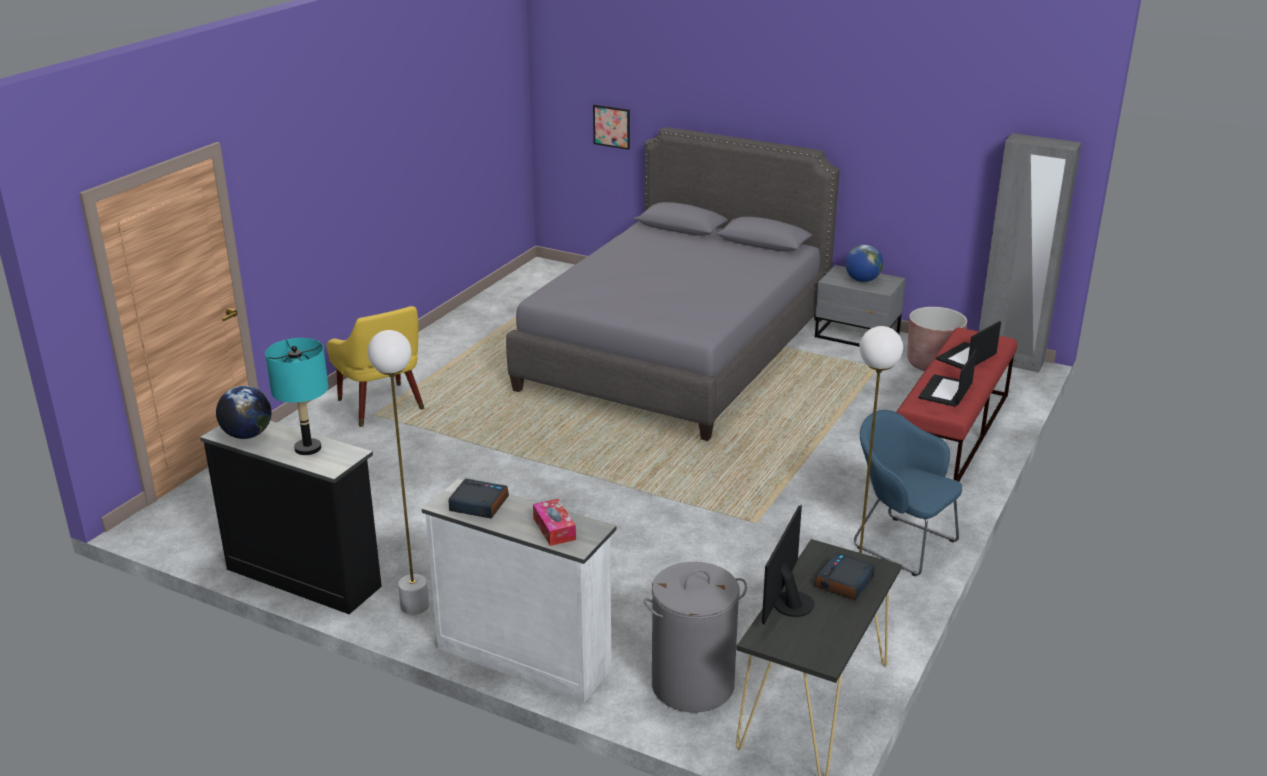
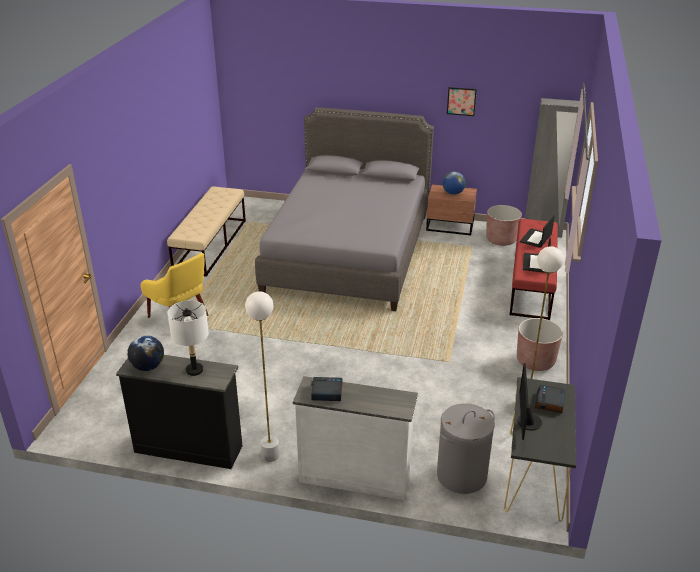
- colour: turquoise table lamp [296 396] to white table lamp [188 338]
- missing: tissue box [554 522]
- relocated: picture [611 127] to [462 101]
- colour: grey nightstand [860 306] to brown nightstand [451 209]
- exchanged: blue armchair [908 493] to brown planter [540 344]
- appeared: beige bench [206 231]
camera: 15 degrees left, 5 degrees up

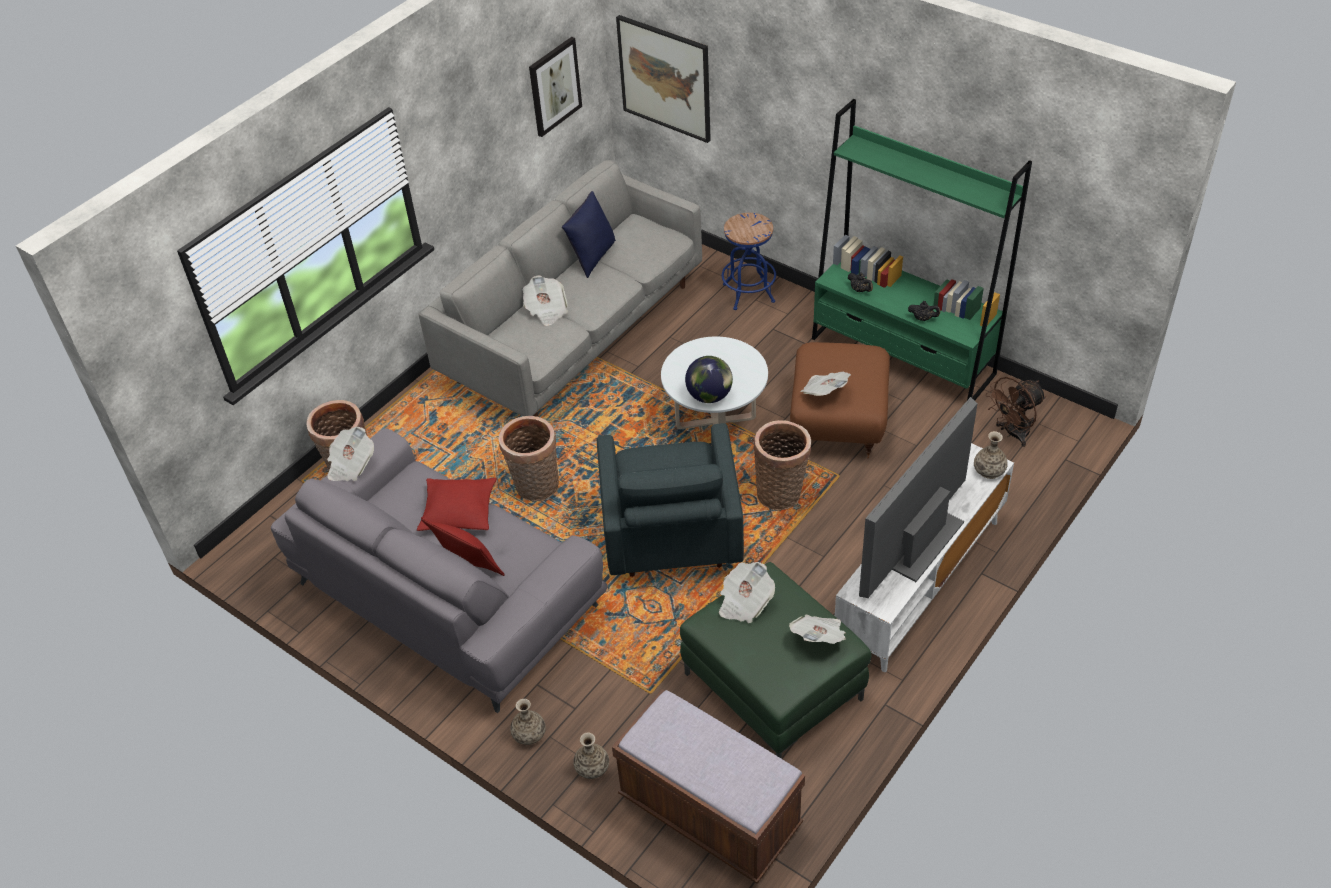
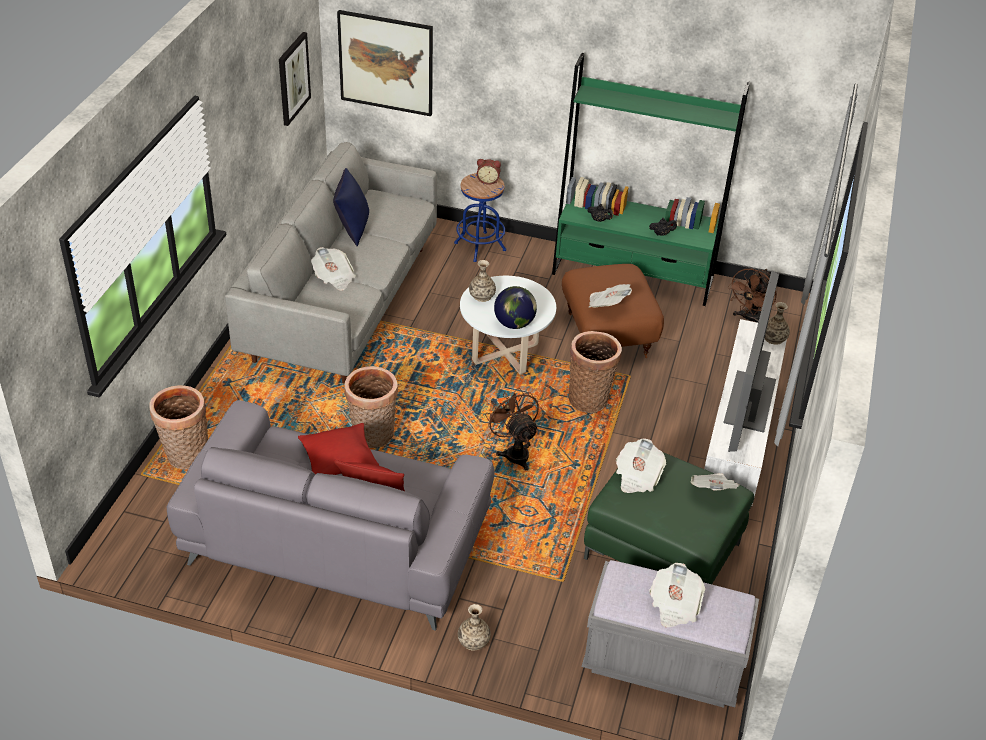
- relocated: newspaper [350 454] to [677 595]
- relocated: vase [591 756] to [482 281]
- exchanged: grey armchair [670 500] to brown fan [512 429]
- colour: brown bench [708 786] to grey bench [670 634]
- appeared: alarm clock [489 172]
camera: 25 degrees left, 5 degrees down

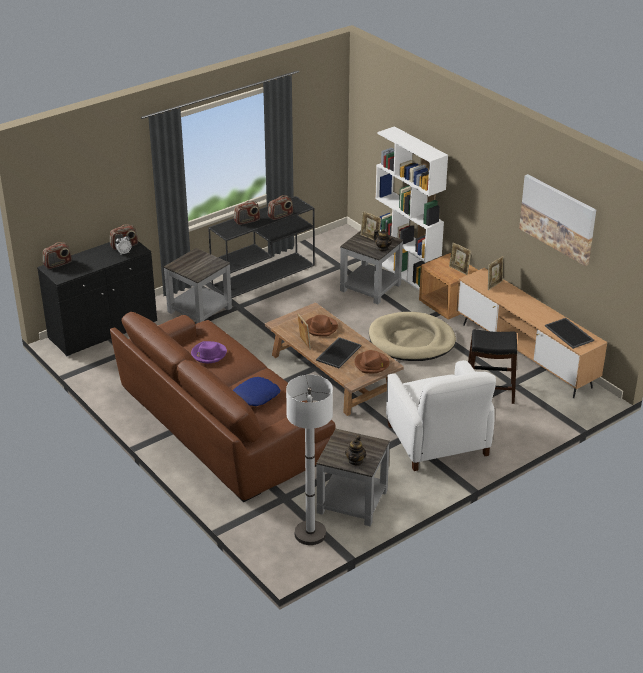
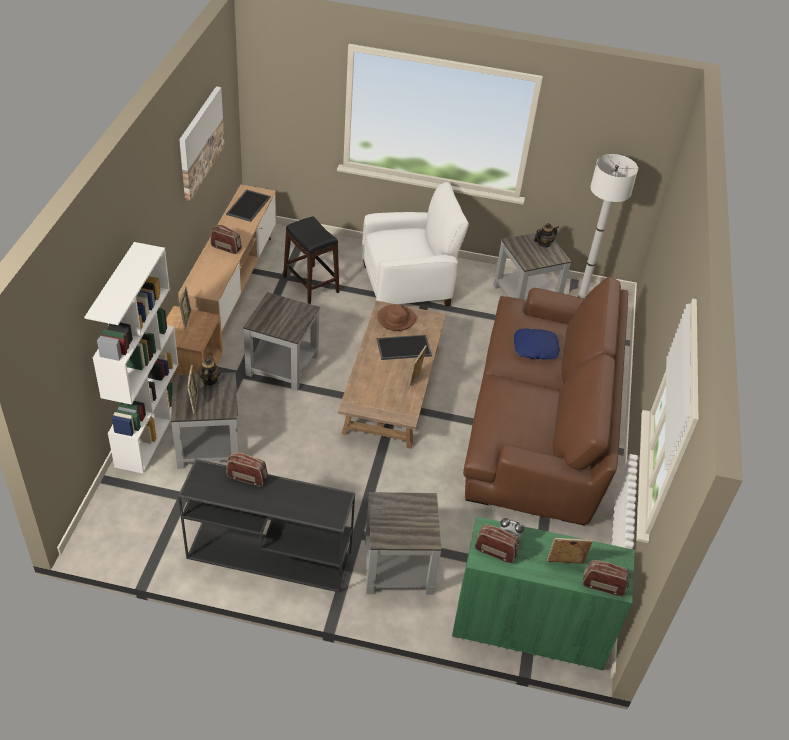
- colour: black cabinet [97 299] to green cabinet [543 593]
- missing: purple hat [209 352]
- relocated: radio [247 213] to [226 239]
- missing: brown hat [321 326]
- exchanged: beige dog bed [412 336] to grey side table [281 341]
- spun: white armchair [441 415] = [415 244] 45 degrees clockwise
- relocated: picture frame [495 273] to [570 551]
camera: 135 degrees left, 10 degrees up

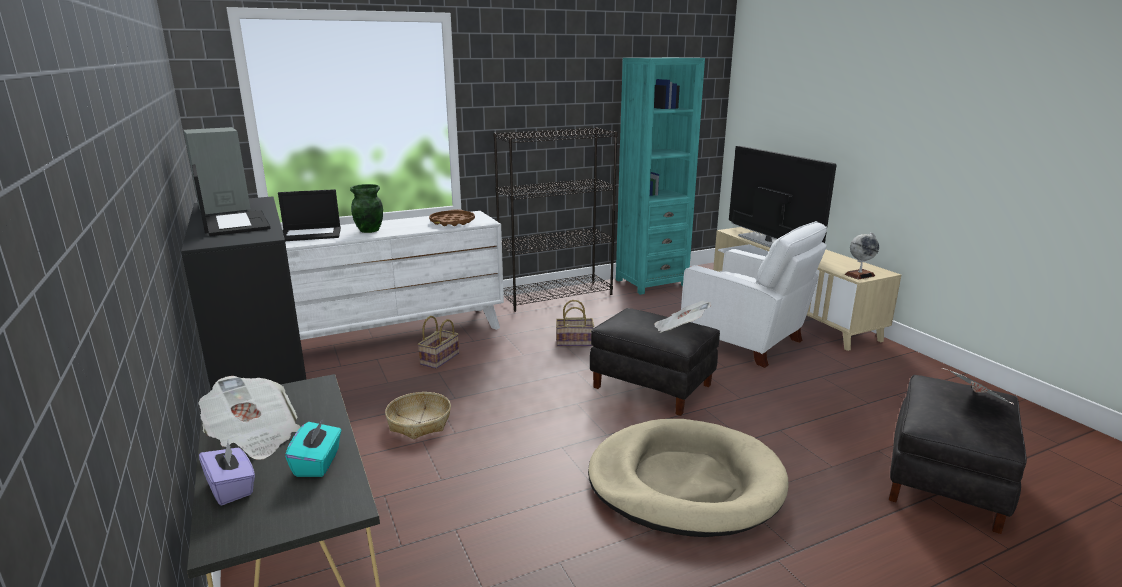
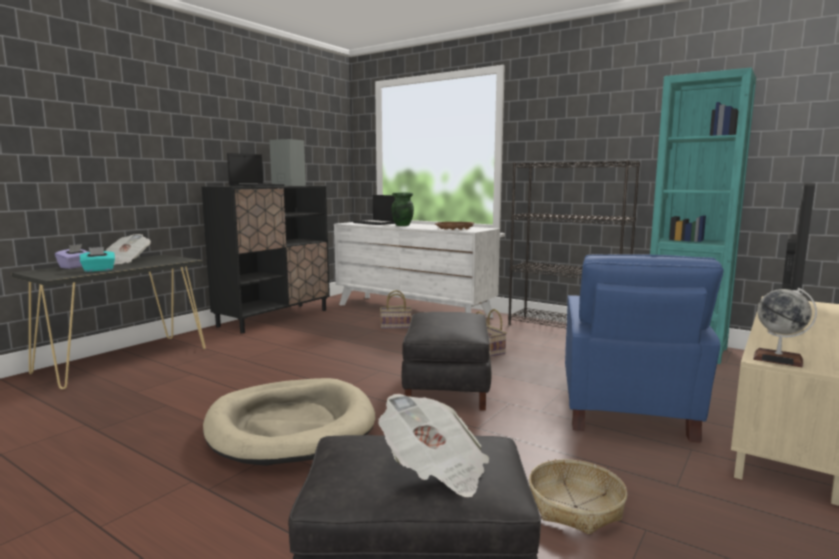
- relocated: basket [418 415] to [578 497]
- missing: newspaper [682 317]
- colour: white armchair [754 294] to blue armchair [644 348]
camera: 60 degrees right, 10 degrees down

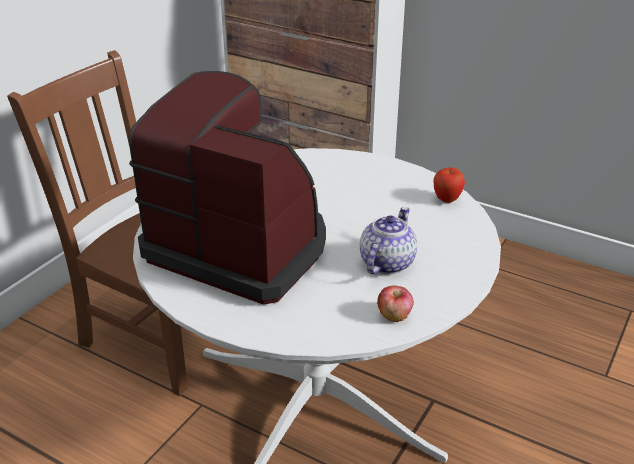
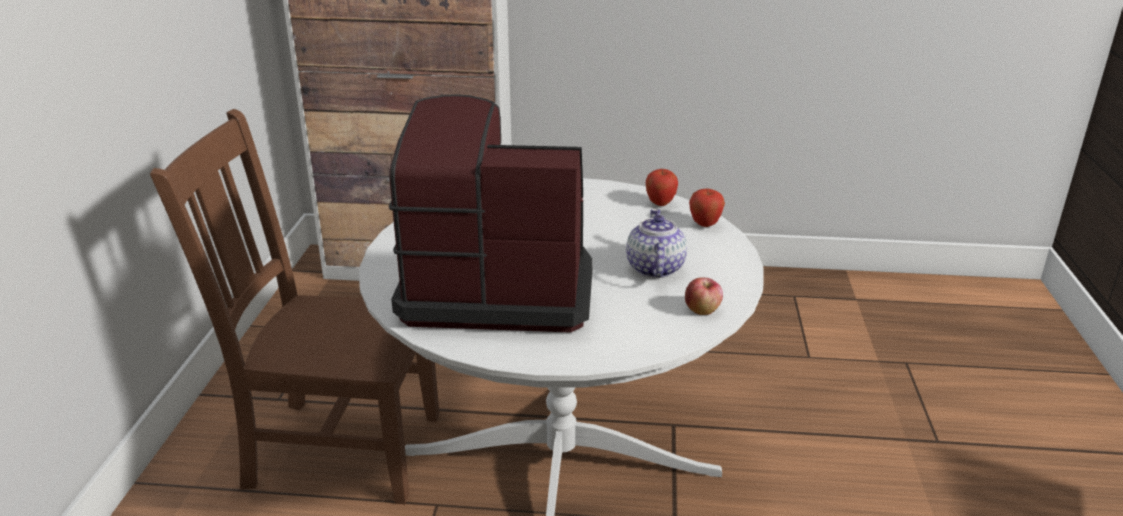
- appeared: apple [707 207]
camera: 25 degrees left, 5 degrees down

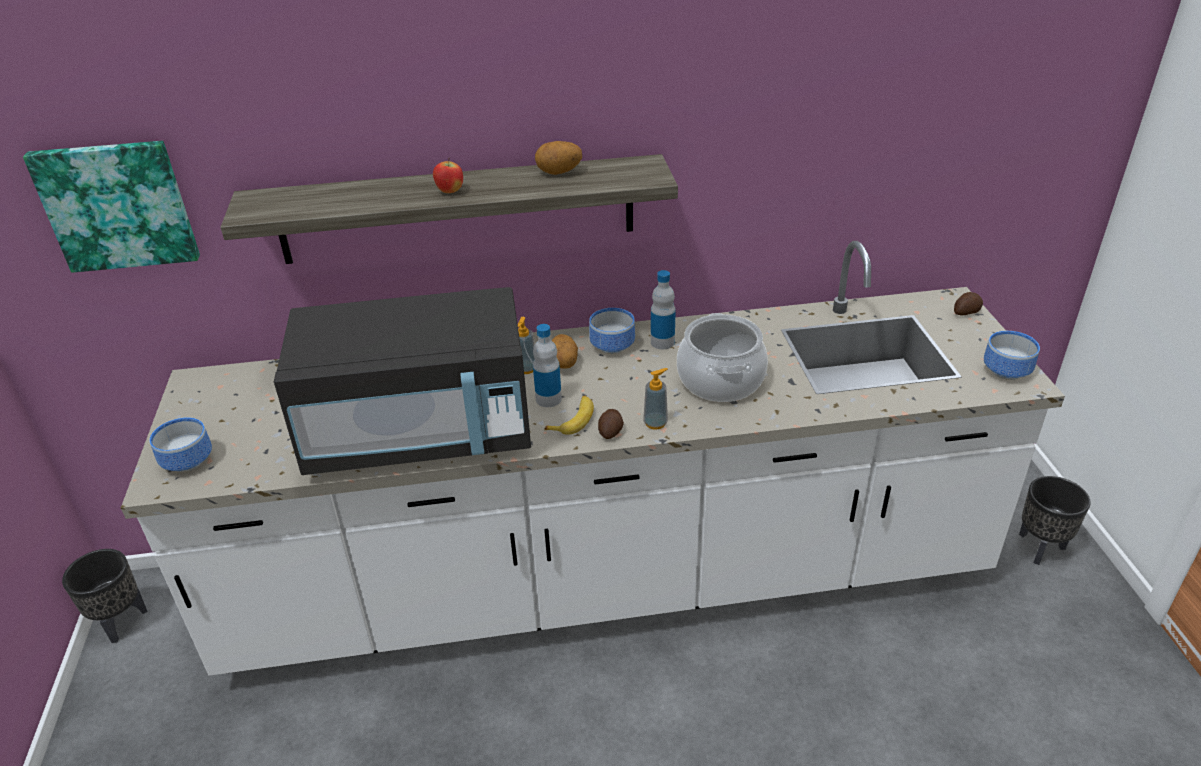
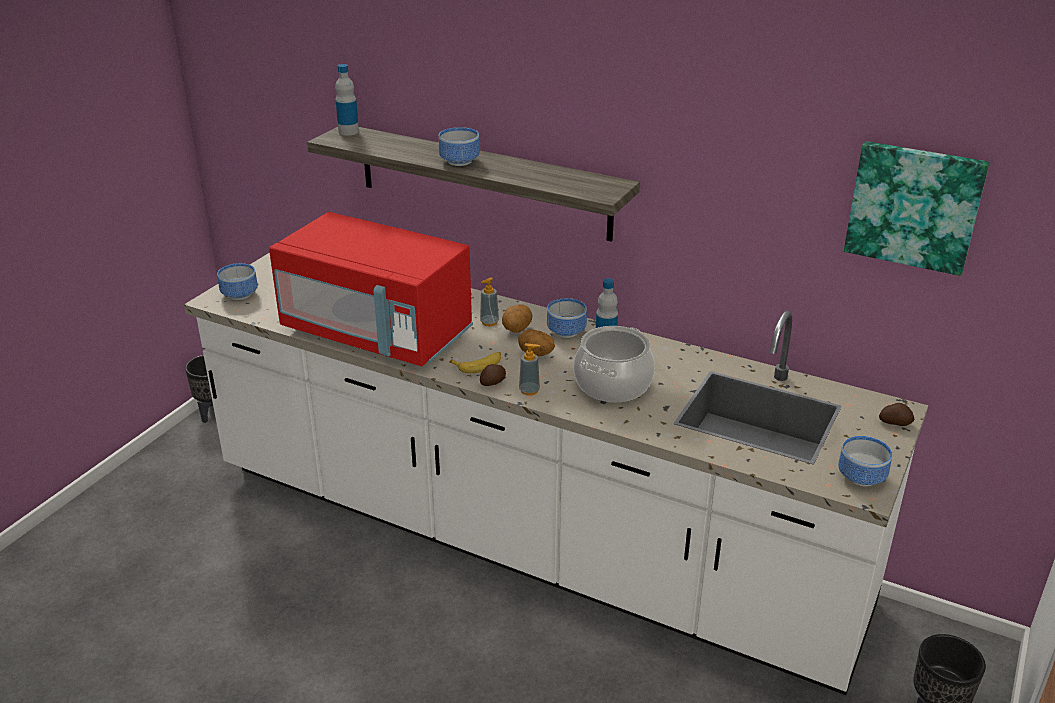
- relocated: picture [111 207] to [917 208]
- colour: black microwave [402 381] to red microwave [371 289]
- exchanged: apple [448 175] to bowl [459 146]
- relocated: bottle [547 365] to [347 99]
- relocated: potato [558 158] to [536 342]
camera: 35 degrees right, 5 degrees down

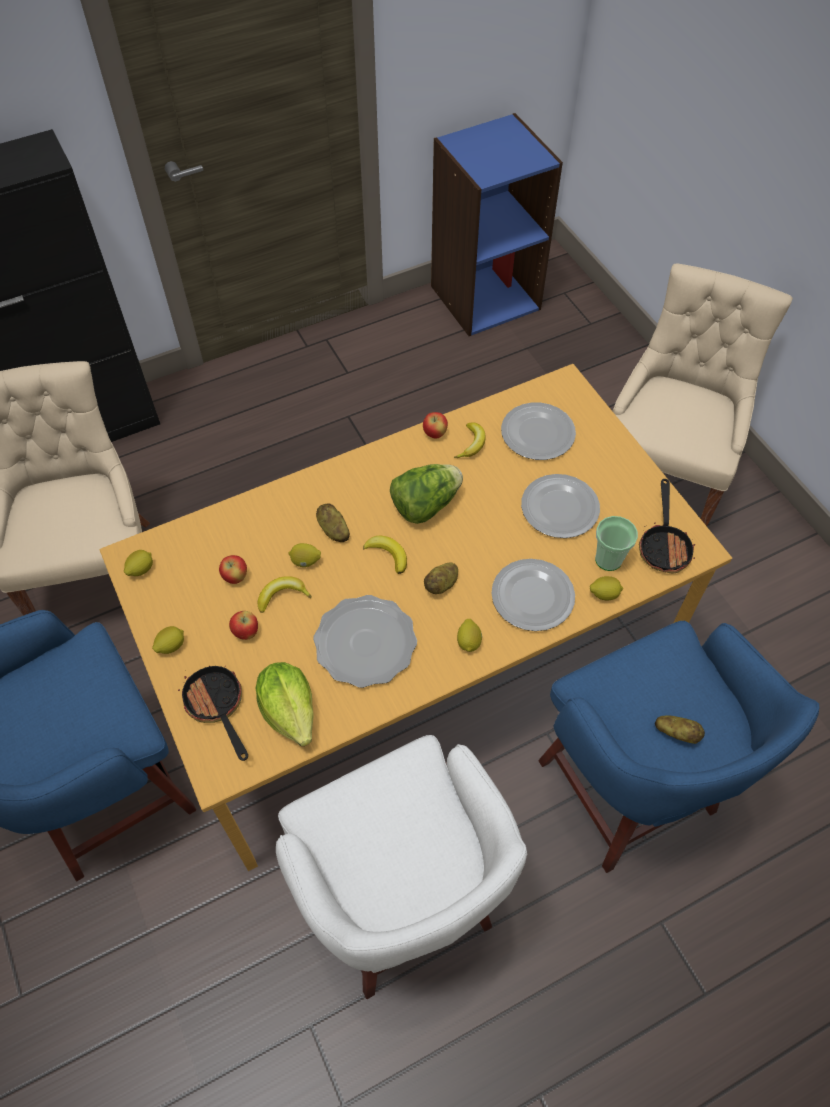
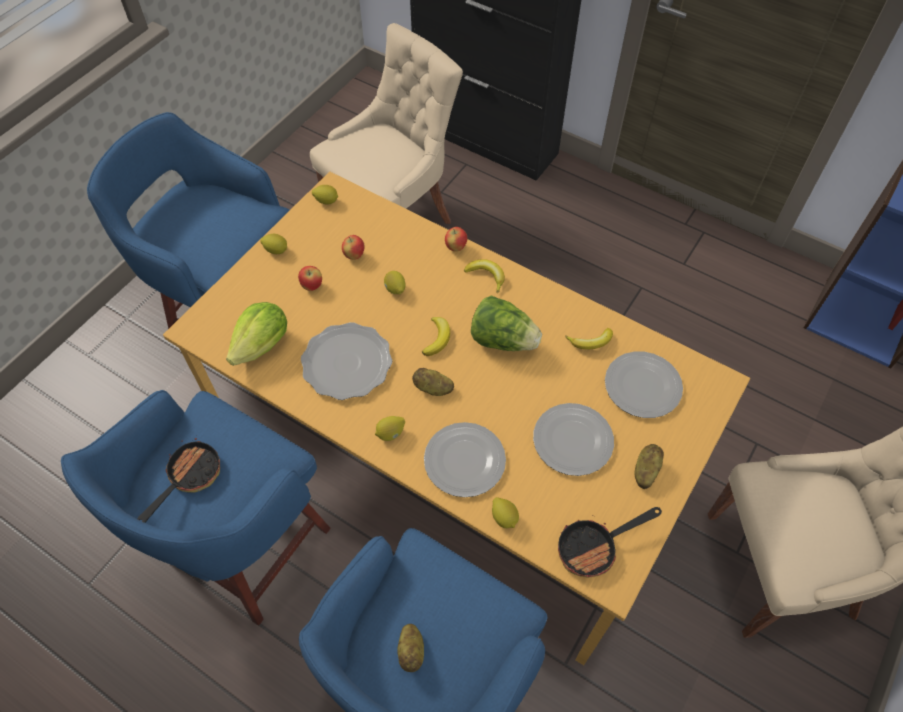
- relocated: frying pan [213 713] to [178 480]
- relocated: banana [285 594] to [484 276]
- colour: white stool [401 867] to blue stool [195 507]
- relocated: potato [333 522] to [649 466]
- relocated: apple [435 425] to [456 239]
- missing: cup [616 543]
camera: 60 degrees right, 0 degrees up

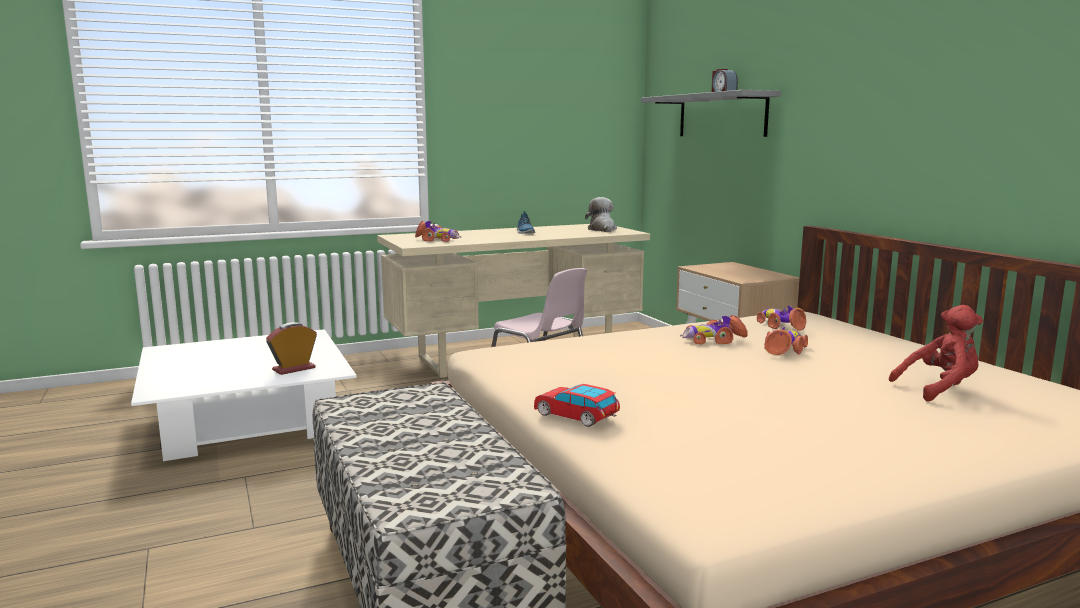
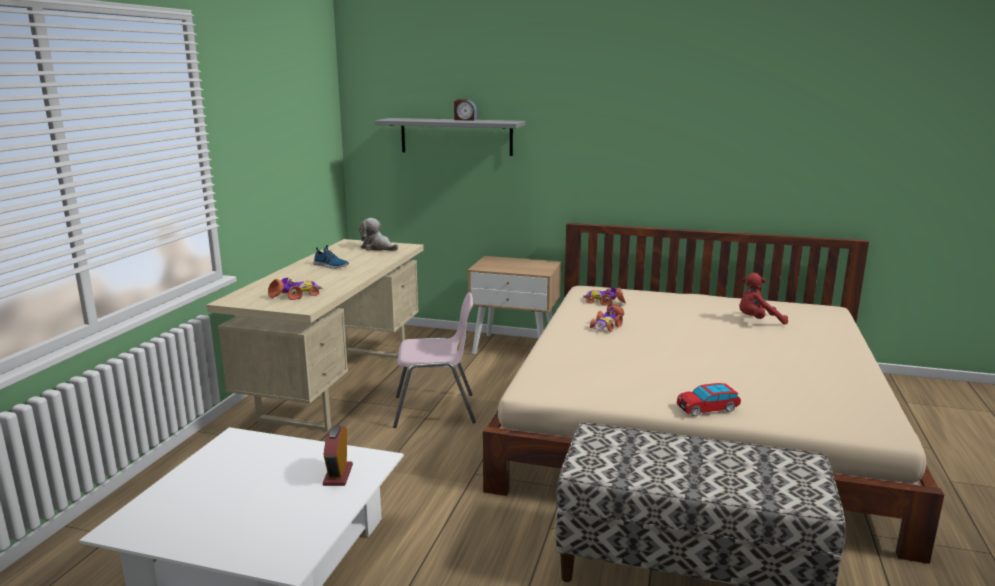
- missing: toy car [786 341]
- spun: red plush toy [936 353] = [763 299] 120 degrees counterclockwise
camera: 50 degrees left, 5 degrees up

